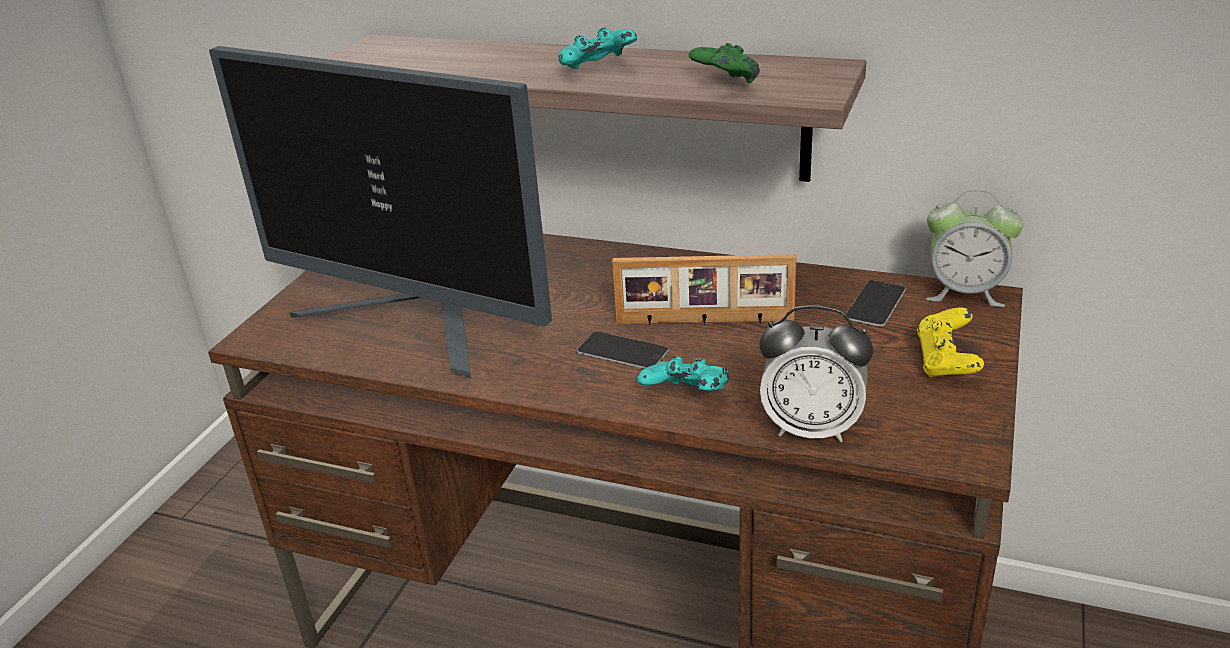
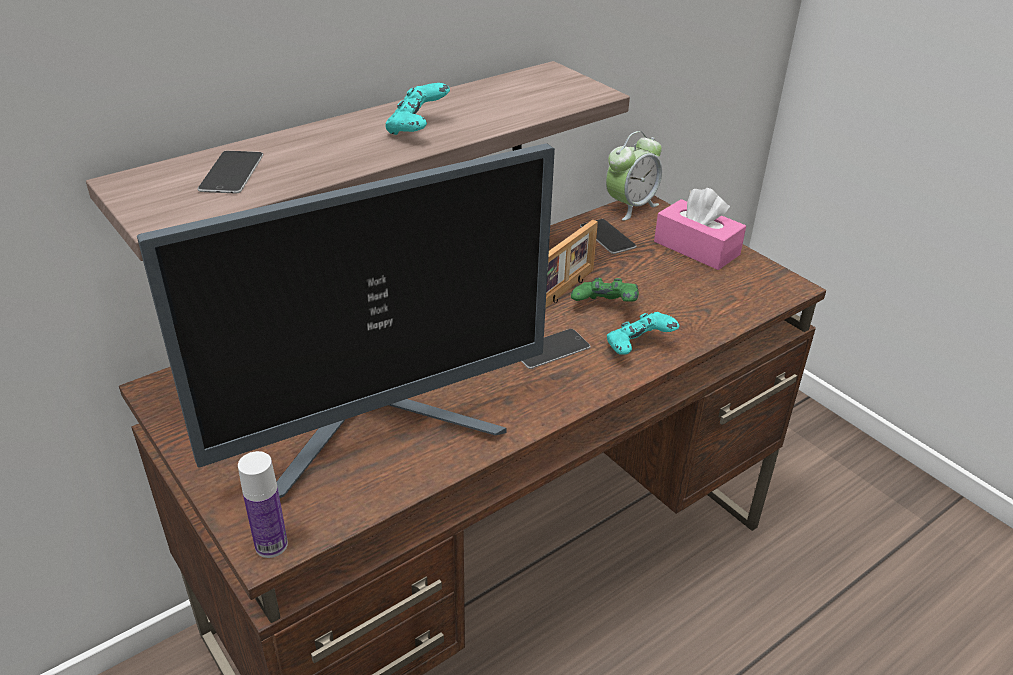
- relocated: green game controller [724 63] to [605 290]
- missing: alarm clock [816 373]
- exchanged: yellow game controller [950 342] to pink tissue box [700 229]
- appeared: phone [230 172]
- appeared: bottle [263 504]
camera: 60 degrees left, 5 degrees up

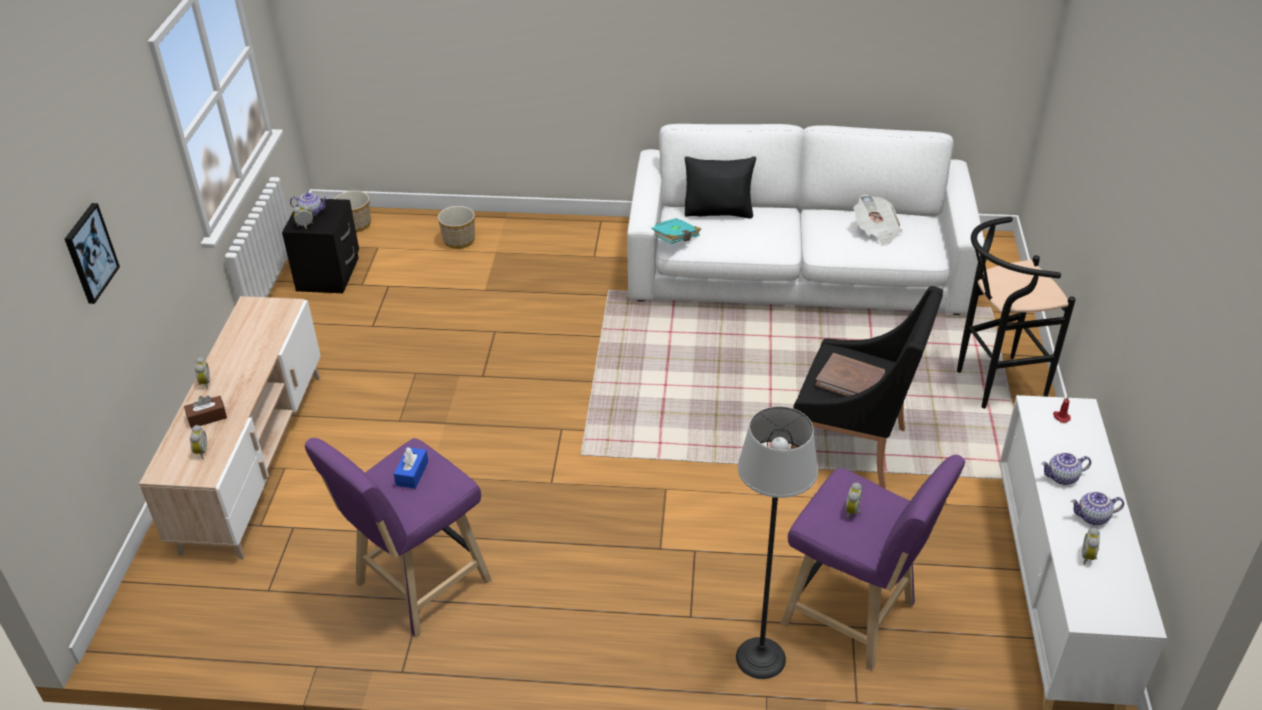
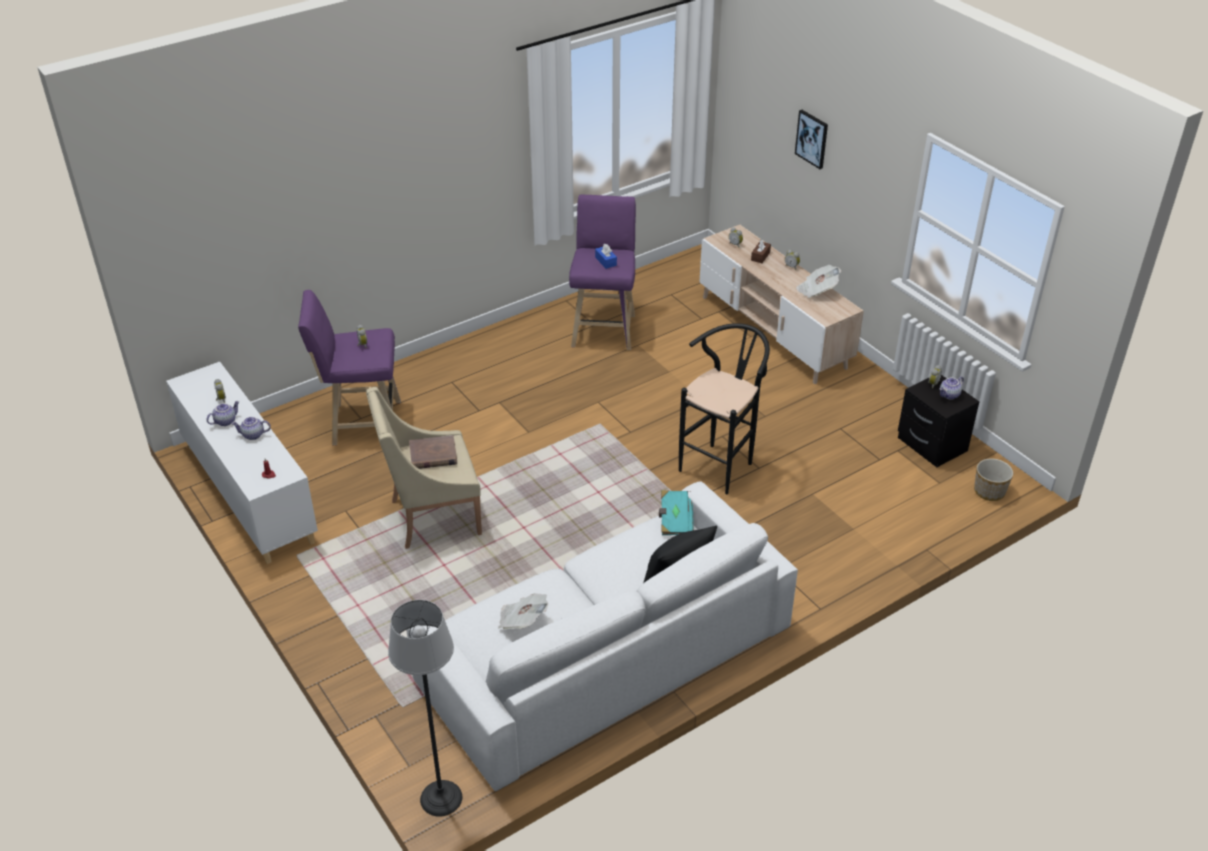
- missing: planter [456 227]
- relocated: floor lamp [777 542] to [425 708]
- colour: black armchair [867 387] to beige armchair [424 468]
- relocated: black stool [1016 312] to [724 409]
- spun: teapot [1066 468] = [251 428] 135 degrees counterclockwise
- appeared: newspaper [818 281]
camera: 140 degrees right, 0 degrees up

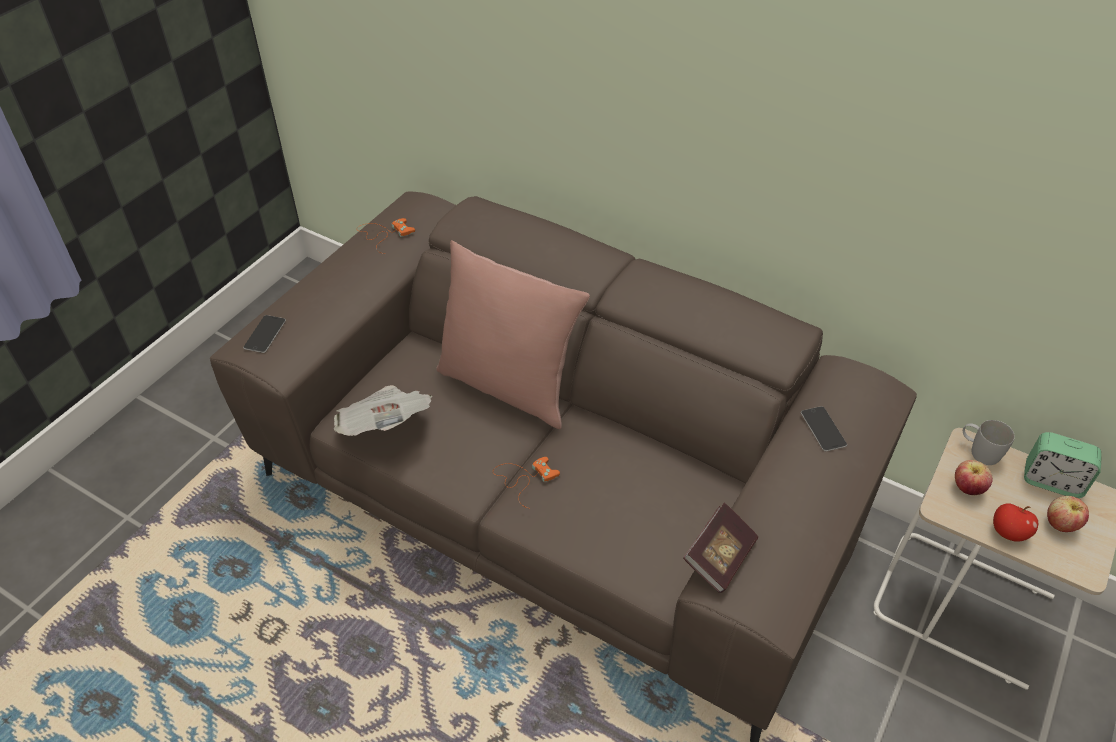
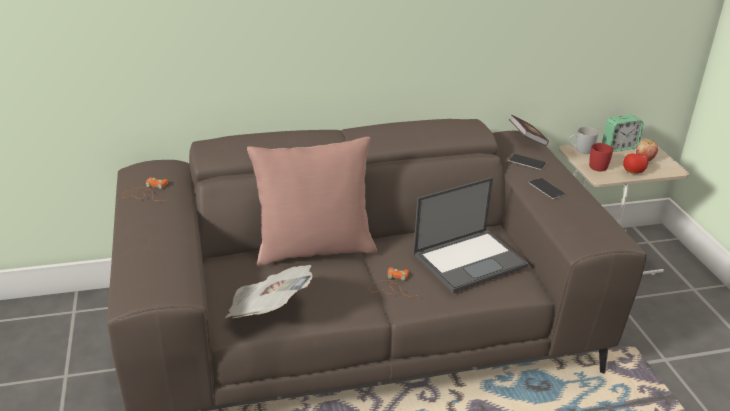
- relocated: phone [264 334] to [547 188]
- relocated: book [720 547] to [529 130]
- exchanged: apple [974 477] to red mug [601 157]
- appeared: laptop [470 235]
camera: 45 degrees left, 15 degrees down

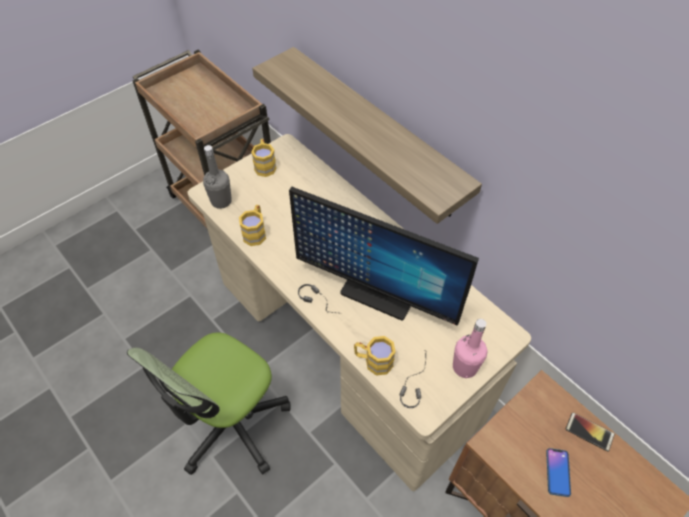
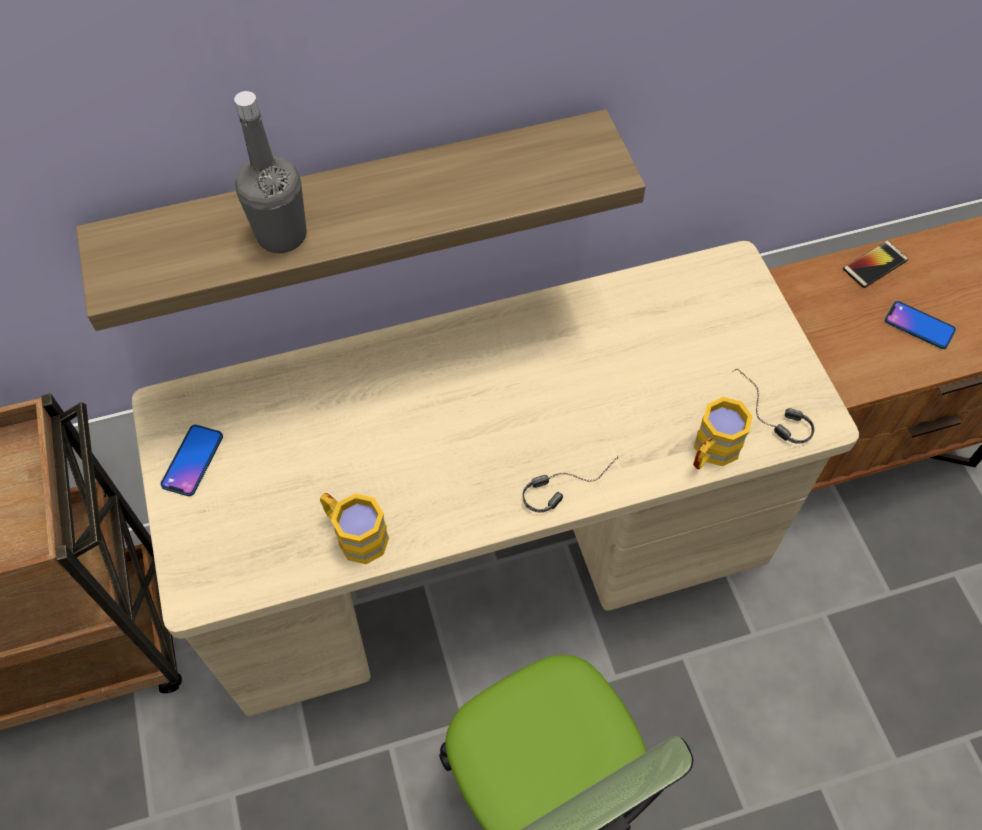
- relocated: grey bottle [217 177] to [270 172]
- exchanged: yellow mug [263 158] to phone [191 460]
- missing: monitor [384 256]
- missing: pink bottle [470 348]
camera: 65 degrees left, 5 degrees up

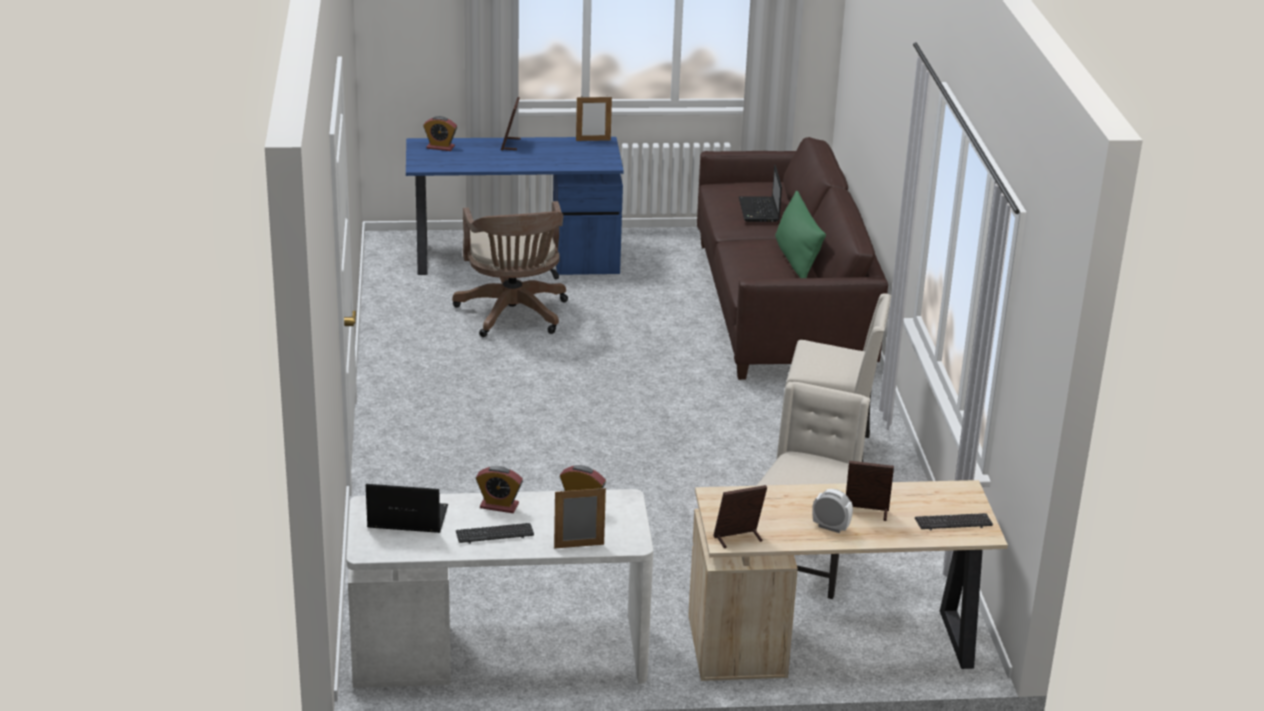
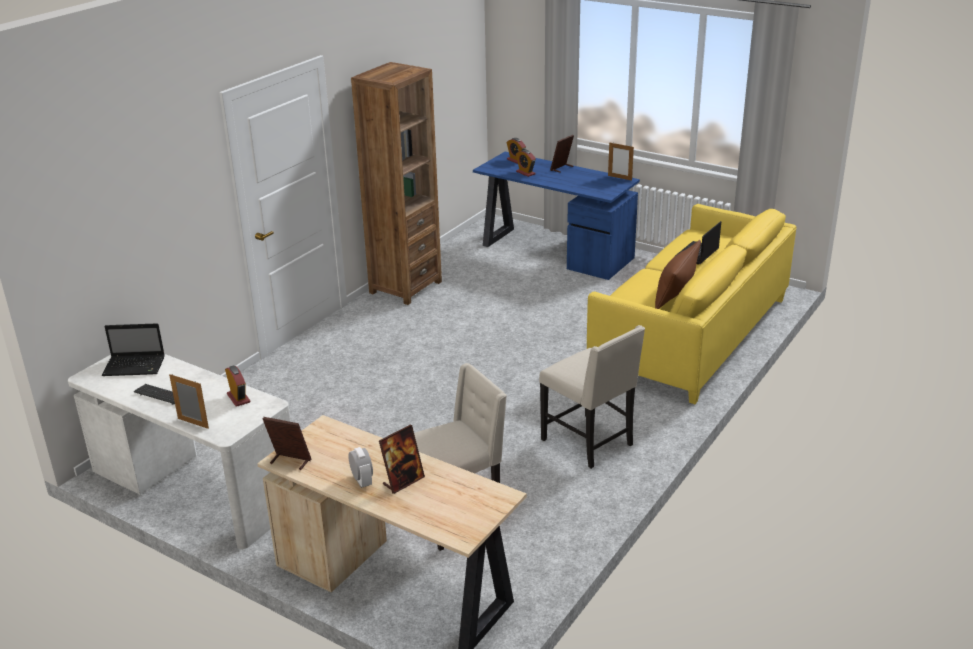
- spun: laptop [407 508] = [133 349] 135 degrees clockwise
- missing: brown office chair [510 269]
- relocated: alarm clock [499 489] to [526 163]
- colour: brown sofa [792 258] to yellow sofa [691 304]
- colour: green pillow [800 234] to brown pillow [678 274]
- spun: picture frame [870 491] = [402 459] 90 degrees clockwise
- missing: keyboard [954 521]
- appeared: brown bookcase [396 183]
camera: 40 degrees right, 0 degrees up

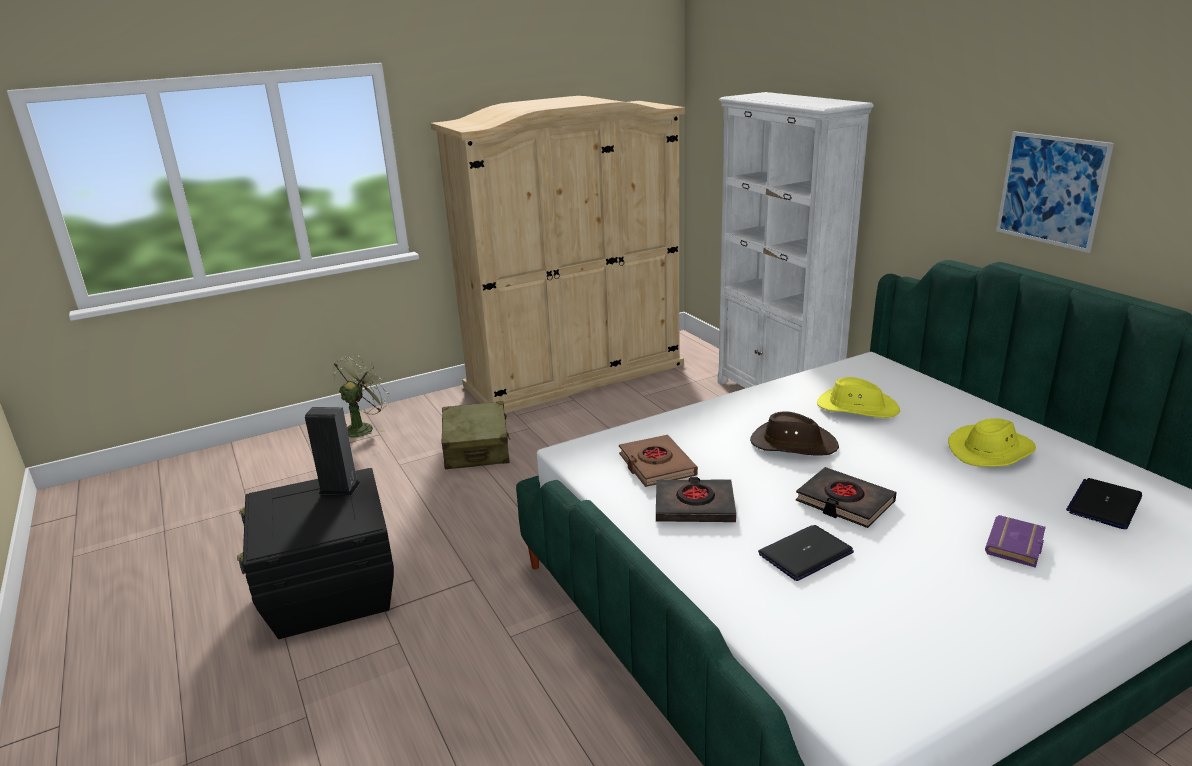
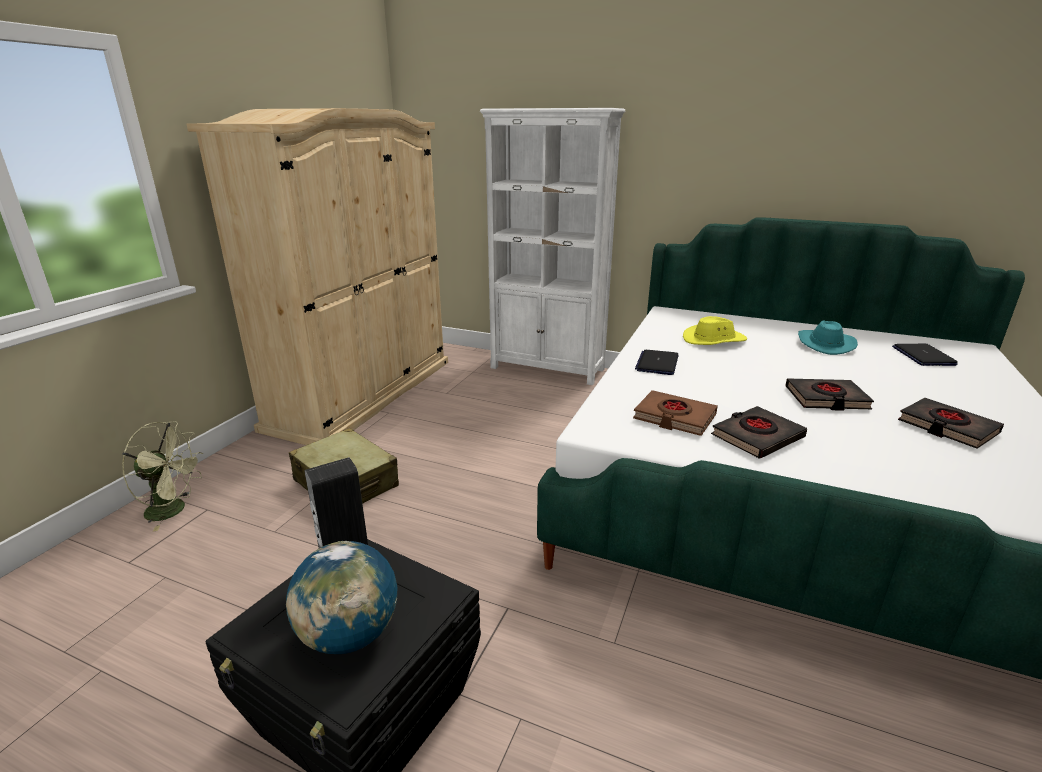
- spun: green fan [361 396] = [162 477] 105 degrees clockwise
- missing: brown hat [794 433]
- relocated: laptop [806 553] to [656 362]
- colour: yellow hat [992 442] to turquoise hat [828 337]
- missing: purple book [1015 541]
- missing: picture [1055 192]
- appeared: globe [341 597]
- appeared: black book [951 423]
camera: 40 degrees left, 0 degrees up

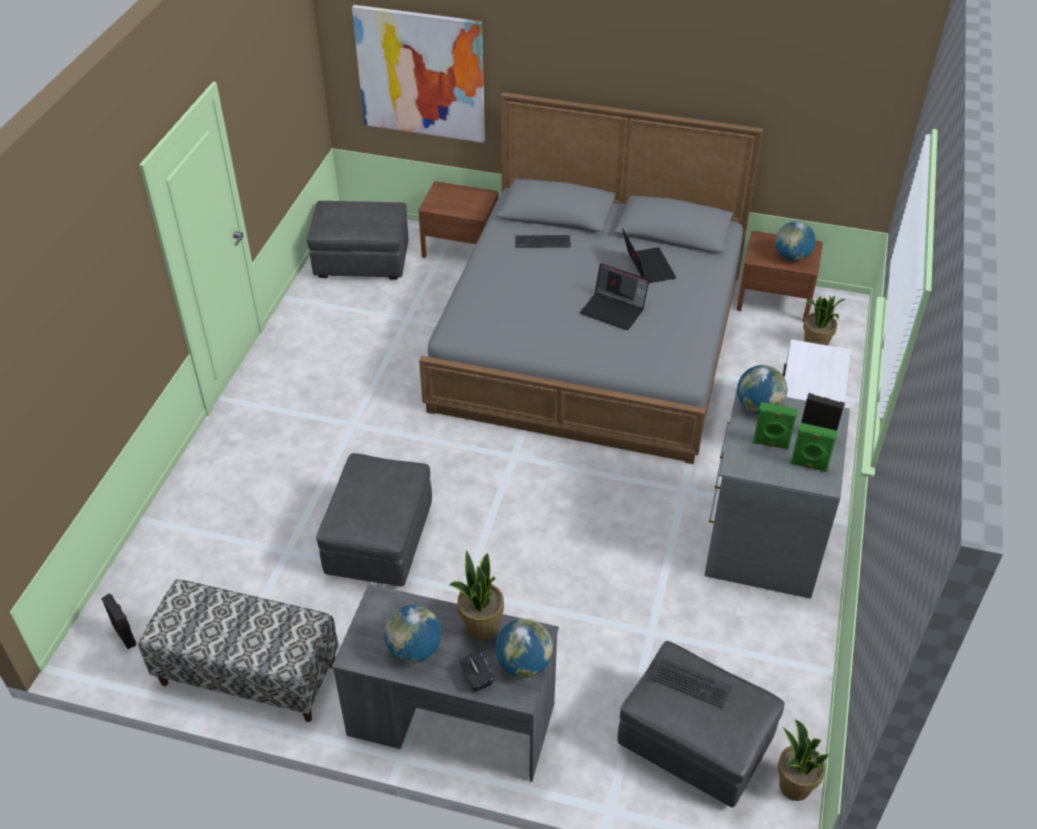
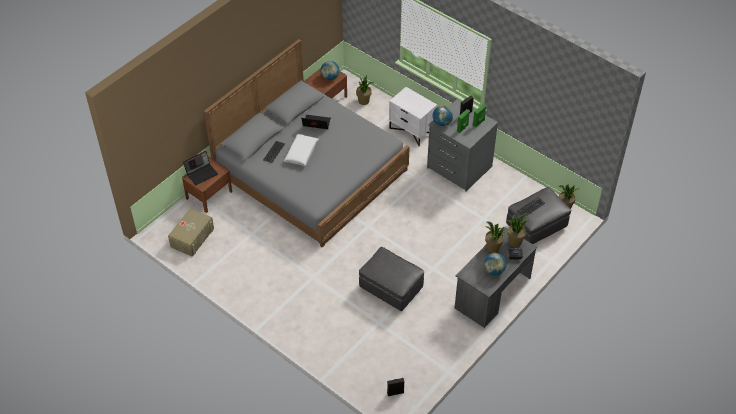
- missing: bench [238 650]
- exchanged: grey ottoman [357 240] to beige storage box [191 232]
- missing: picture [418 74]
- exchanged: globe [524 648] to potted plant [518 230]
- relocated: laptop [614 297] to [200 168]
- appeared: white pillow [301 150]
camera: 65 degrees left, 5 degrees up

